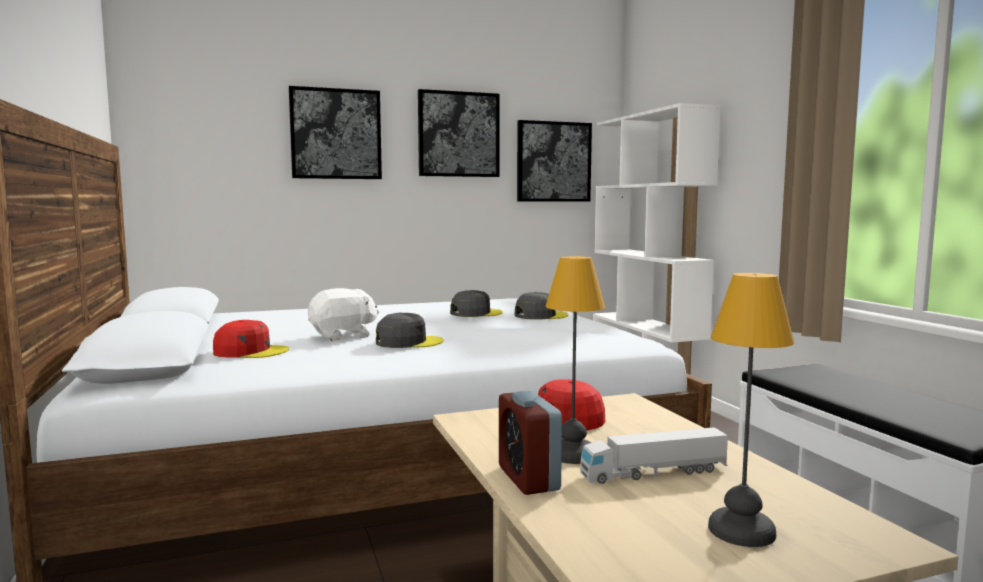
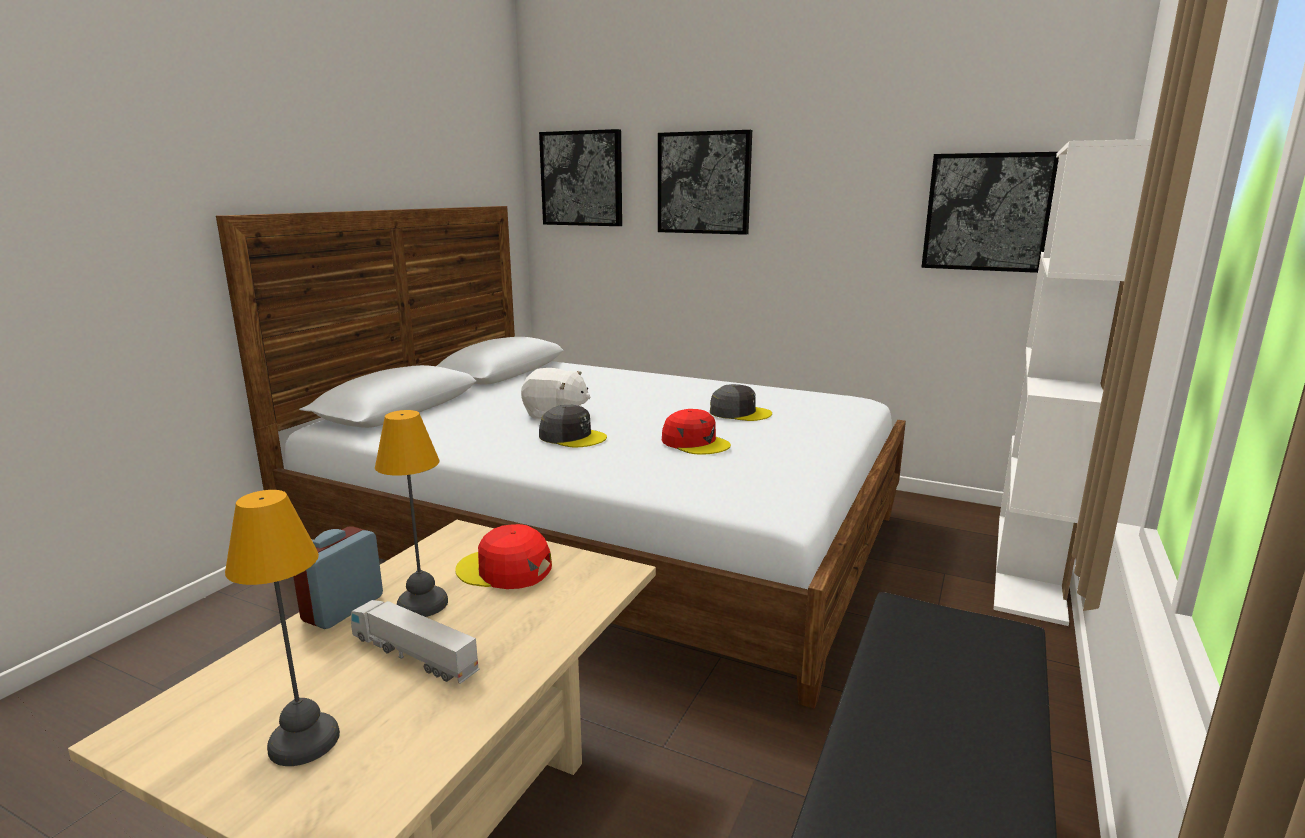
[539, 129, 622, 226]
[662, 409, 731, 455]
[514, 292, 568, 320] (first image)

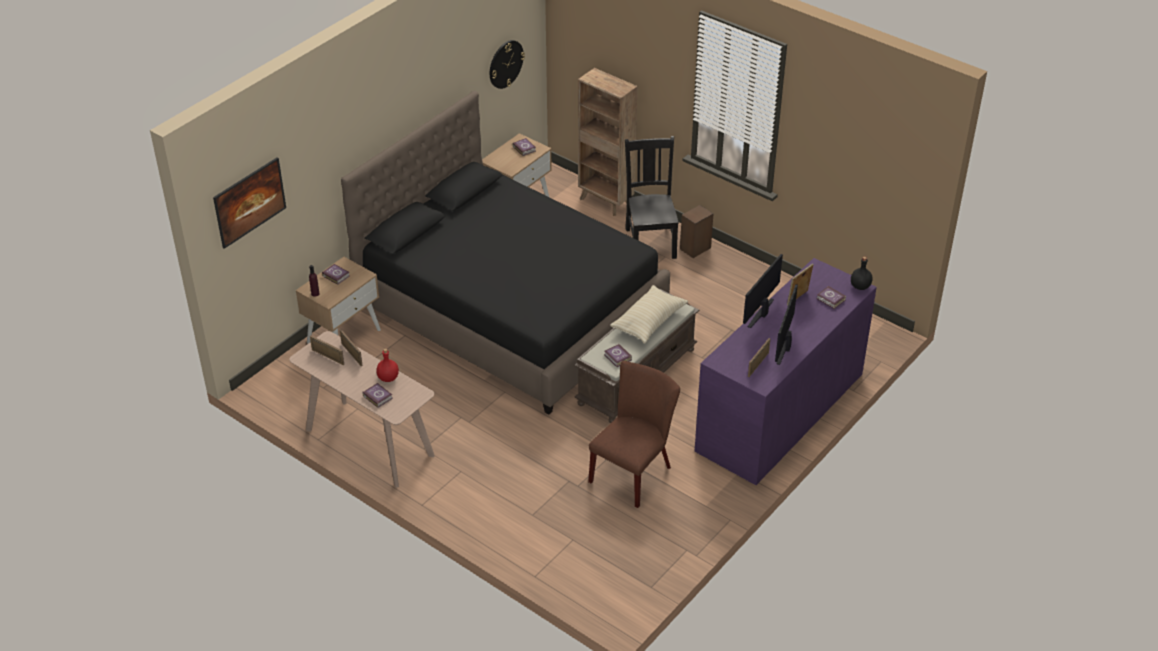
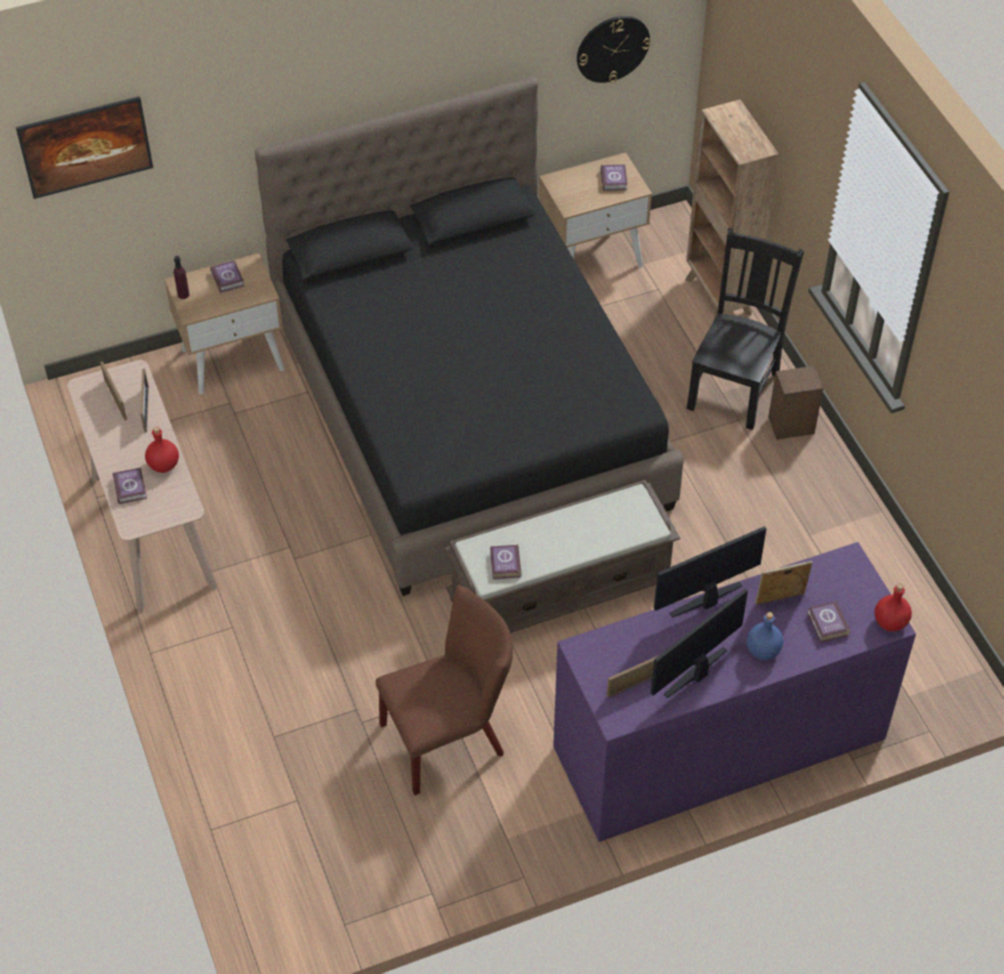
[746, 612, 784, 660]
[874, 584, 912, 631]
[610, 285, 688, 344] (first image)

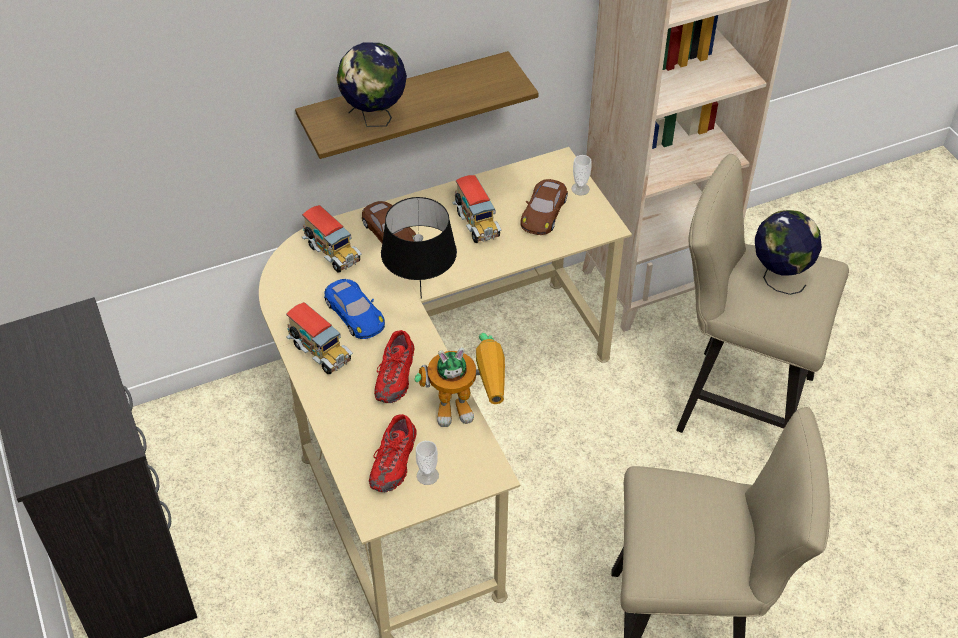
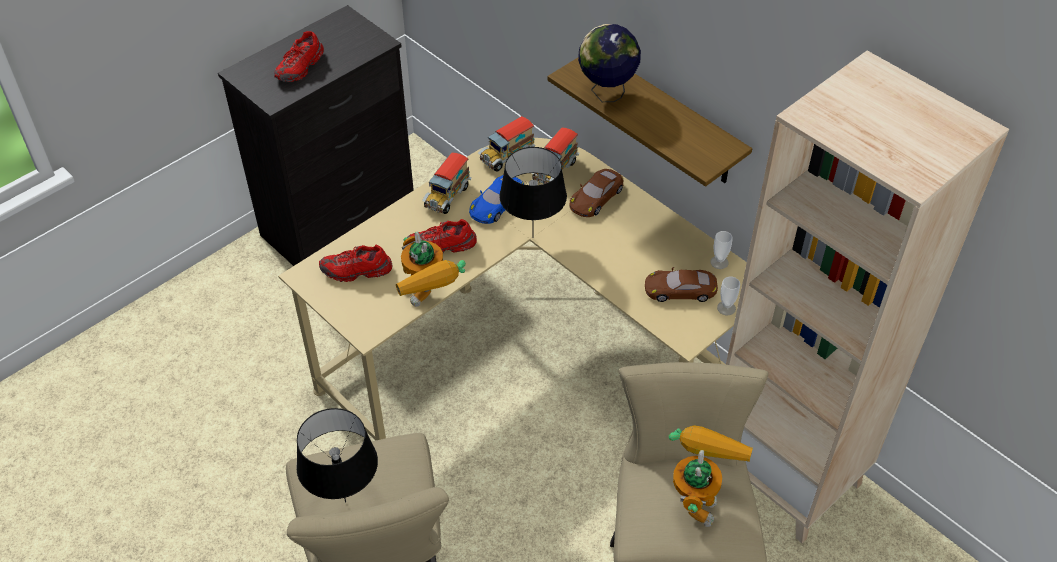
[274, 31, 324, 82]
[296, 408, 378, 502]
[478, 116, 535, 172]
[669, 425, 753, 527]
[711, 231, 733, 269]

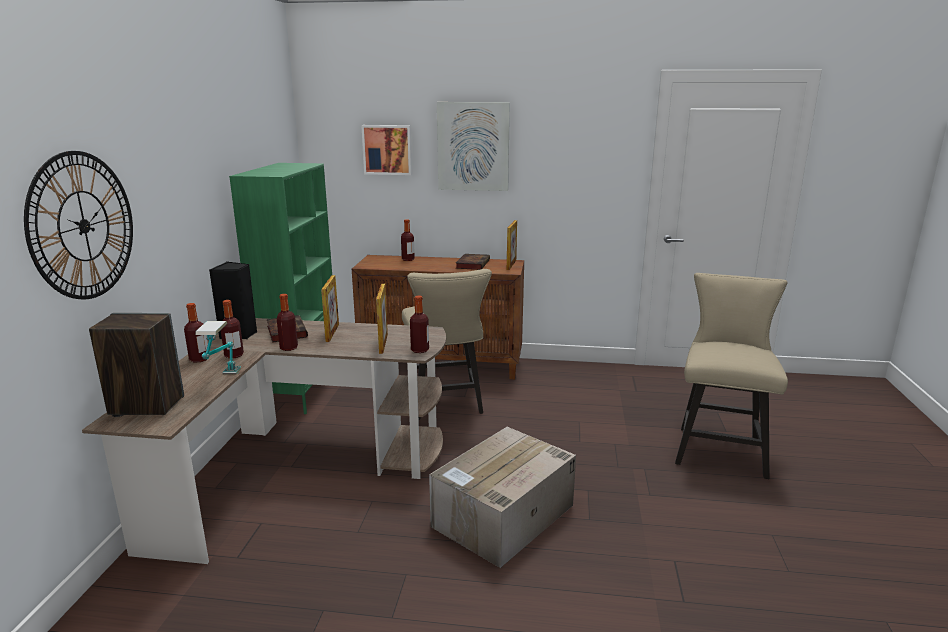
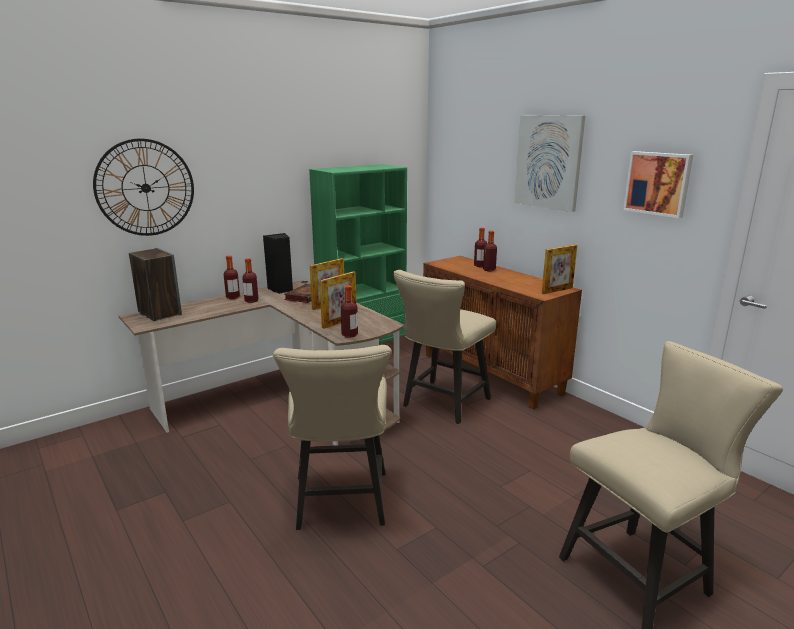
[273, 345, 392, 530]
[483, 231, 497, 271]
[623, 151, 693, 218]
[195, 321, 241, 374] (first image)
[456, 254, 490, 270] (first image)

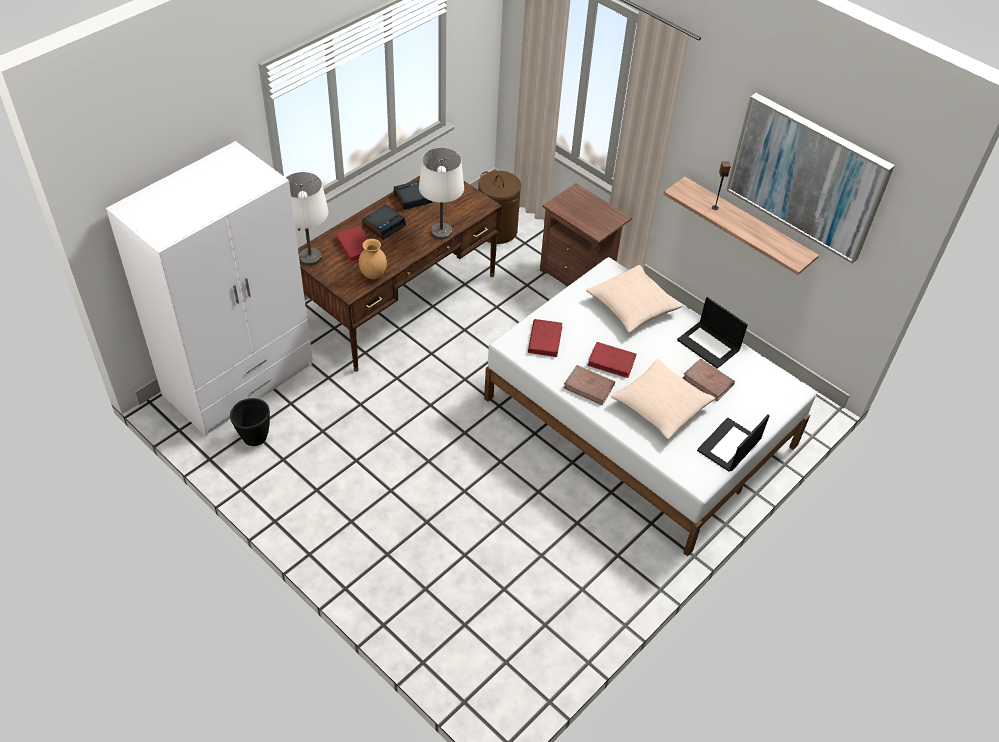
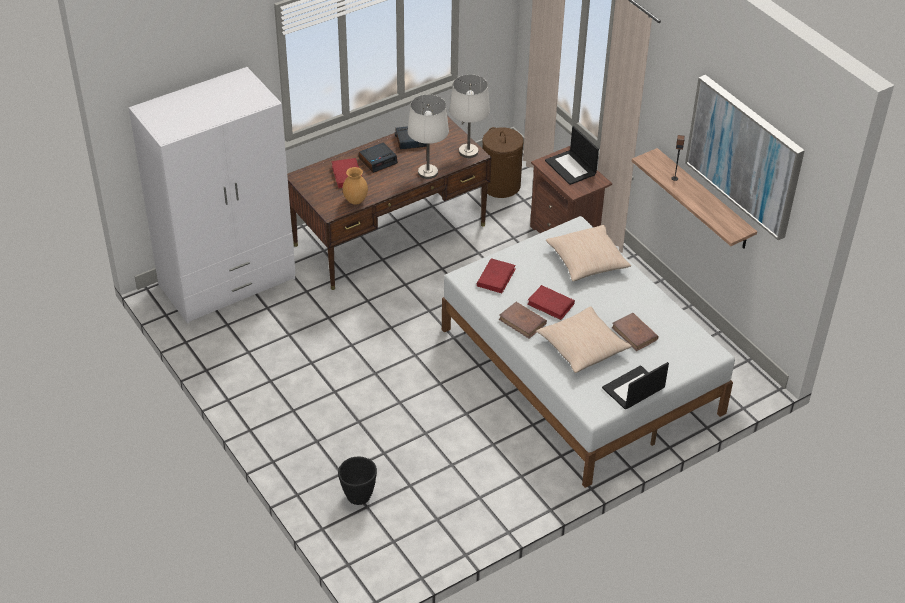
[338, 457, 377, 505]
[449, 74, 490, 158]
[545, 126, 599, 185]

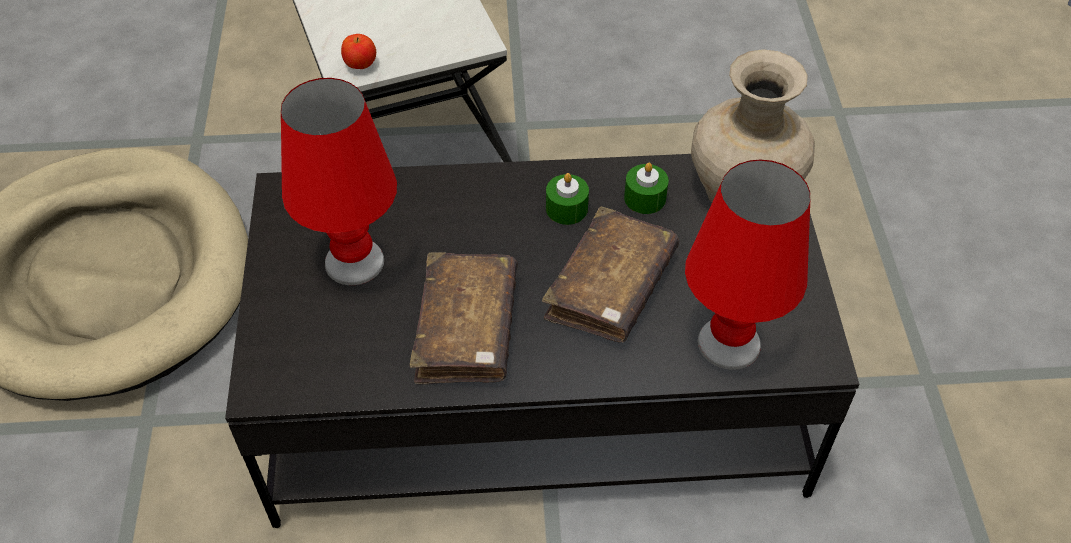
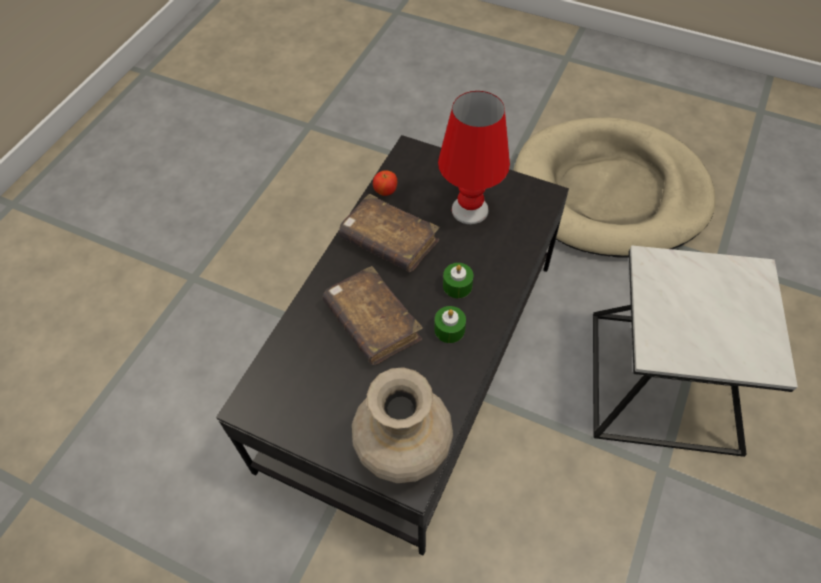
[373, 170, 397, 196]
[443, 263, 473, 298]
[685, 160, 810, 370] (first image)

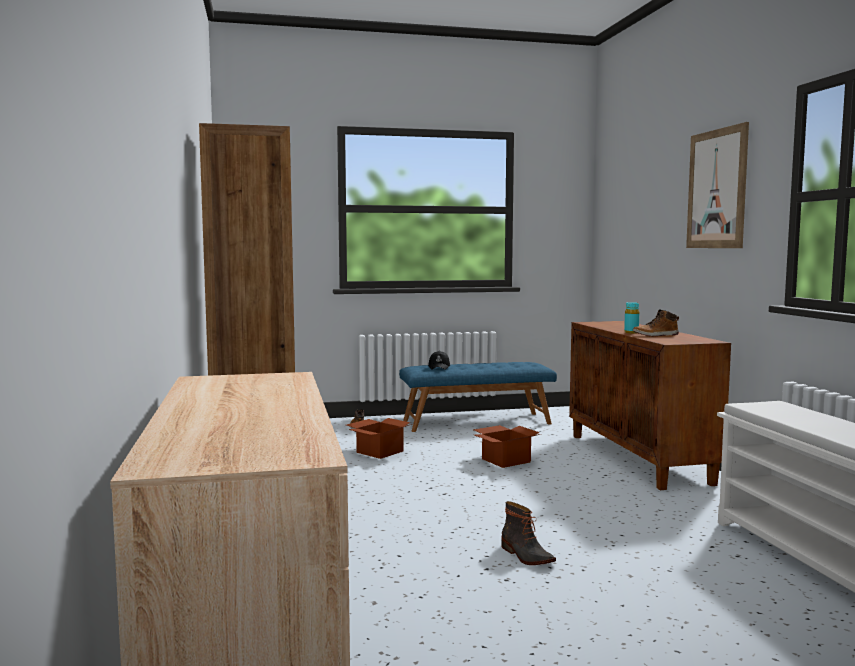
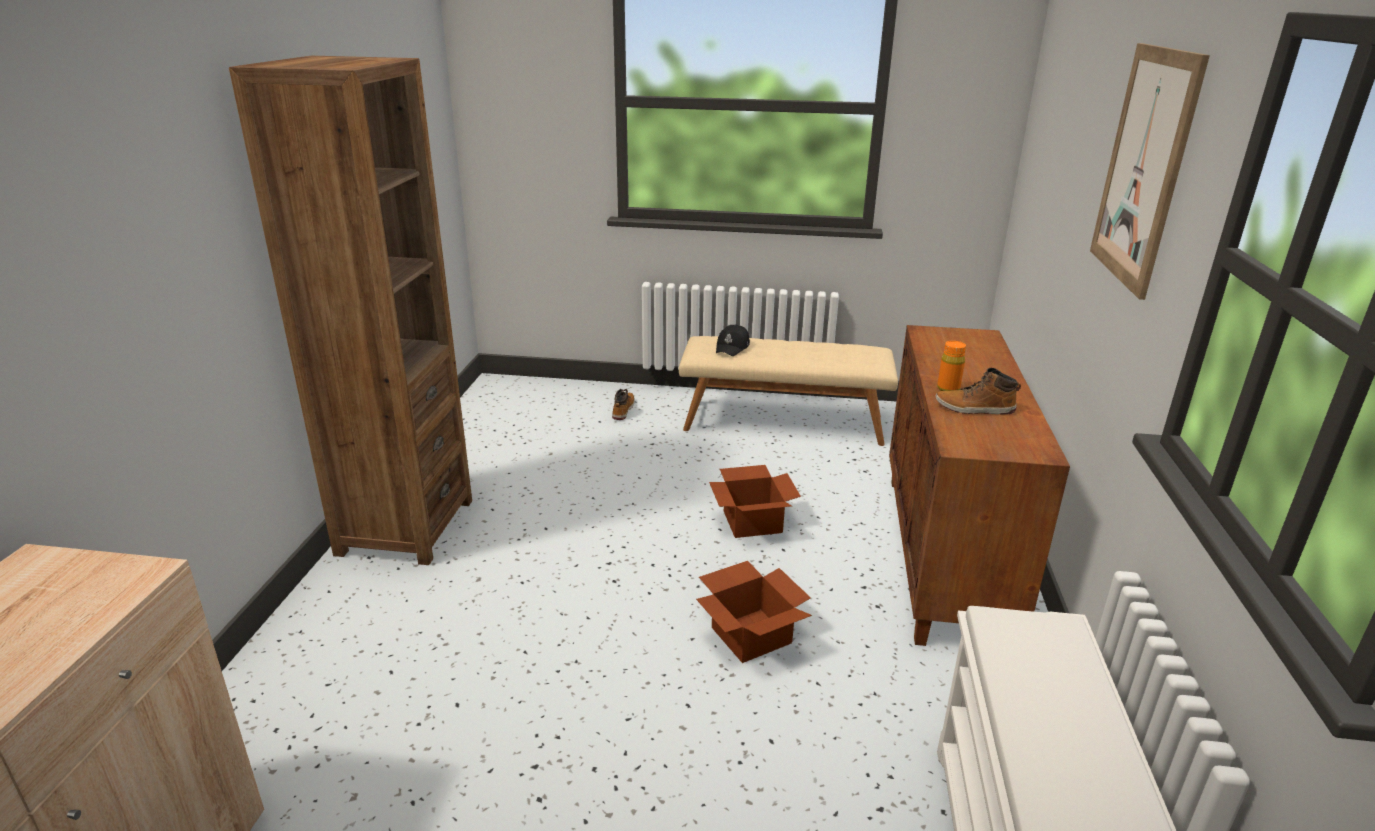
[679, 336, 898, 446]
[696, 561, 812, 663]
[937, 341, 966, 391]
[501, 501, 556, 565] (first image)

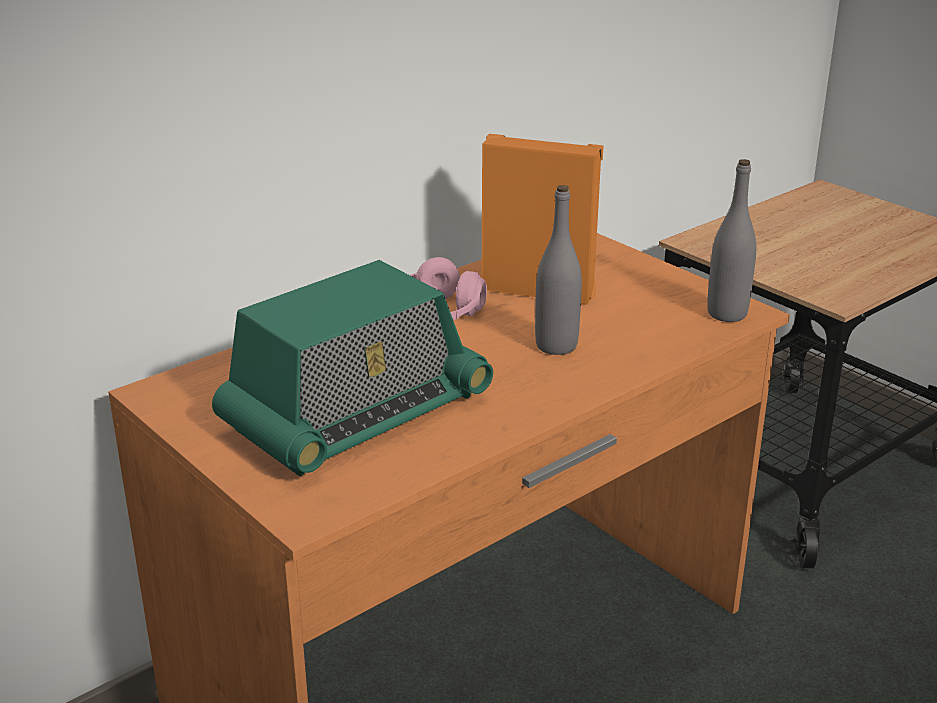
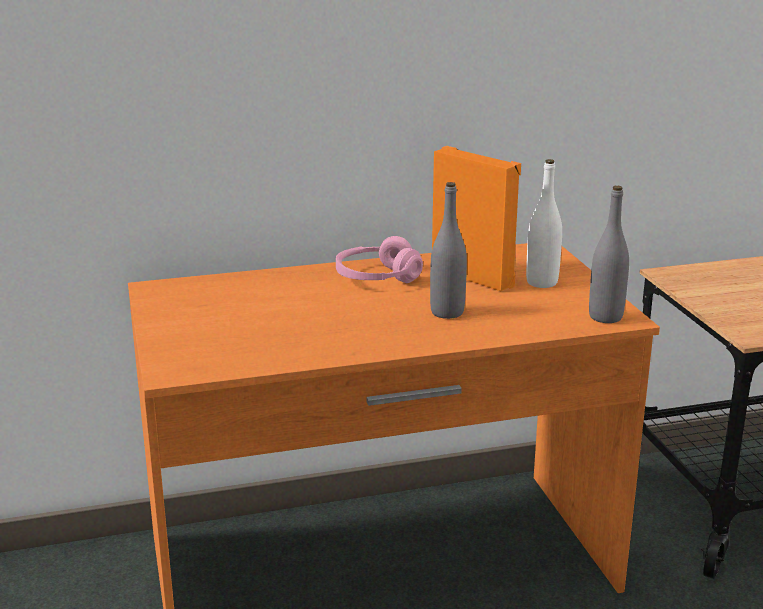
[526, 159, 562, 288]
[212, 260, 493, 476] (first image)

